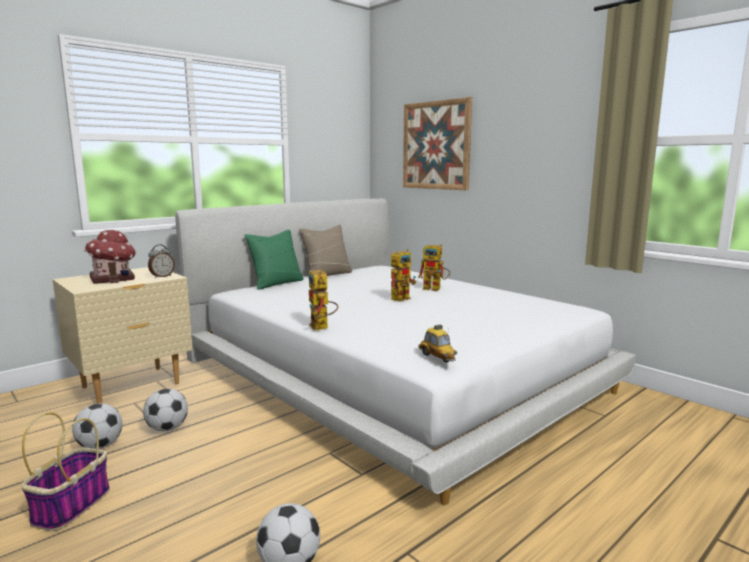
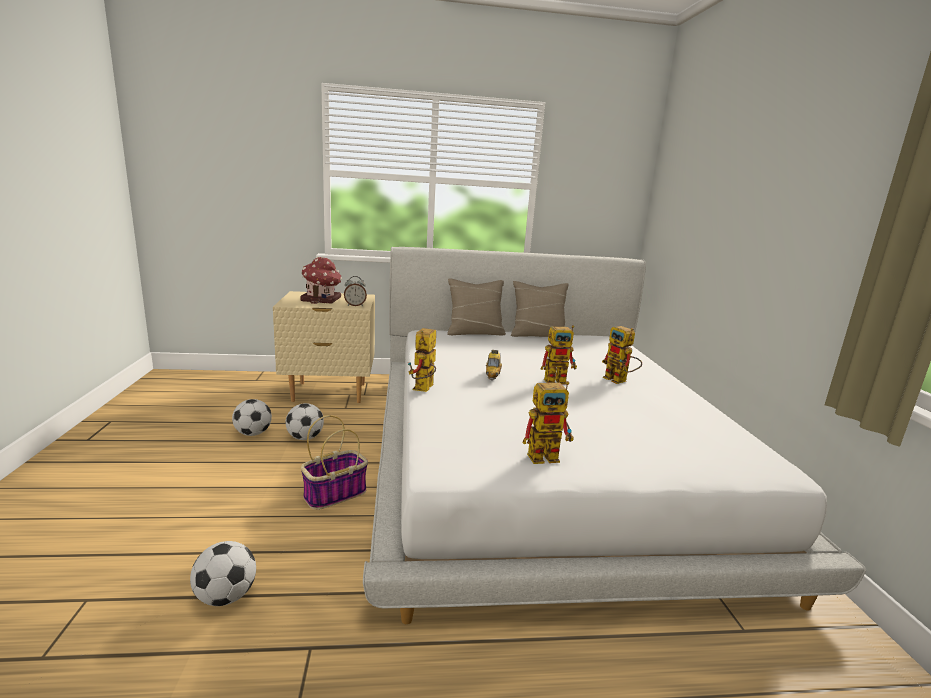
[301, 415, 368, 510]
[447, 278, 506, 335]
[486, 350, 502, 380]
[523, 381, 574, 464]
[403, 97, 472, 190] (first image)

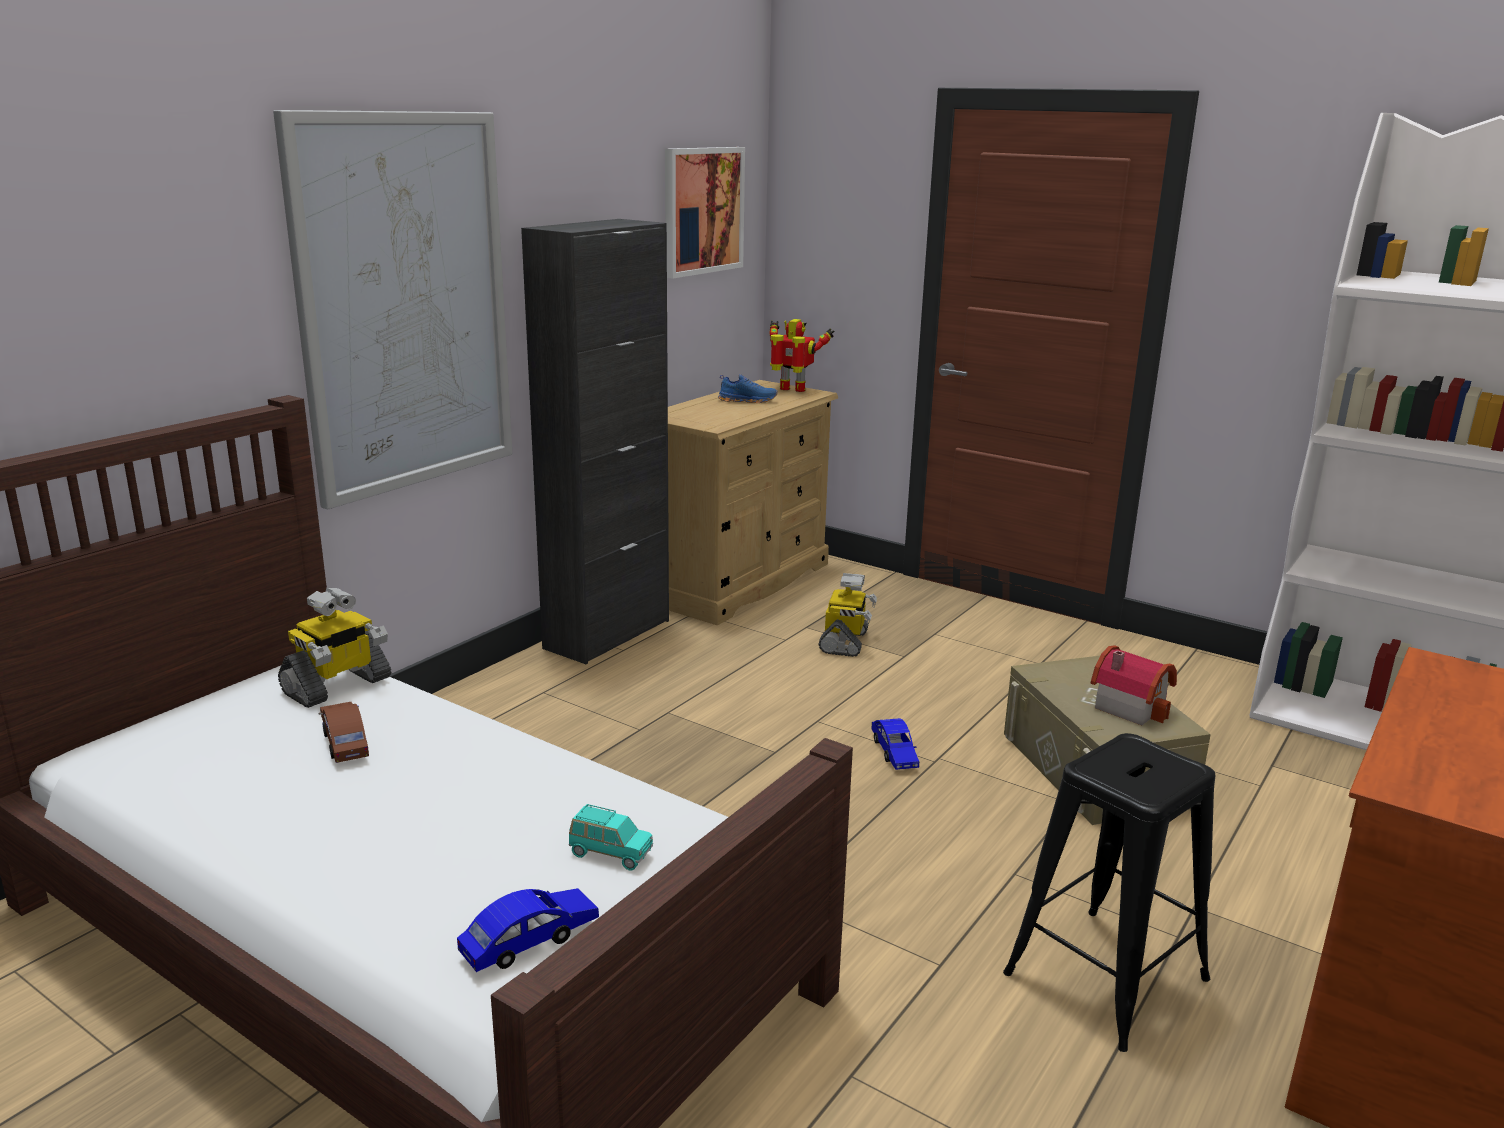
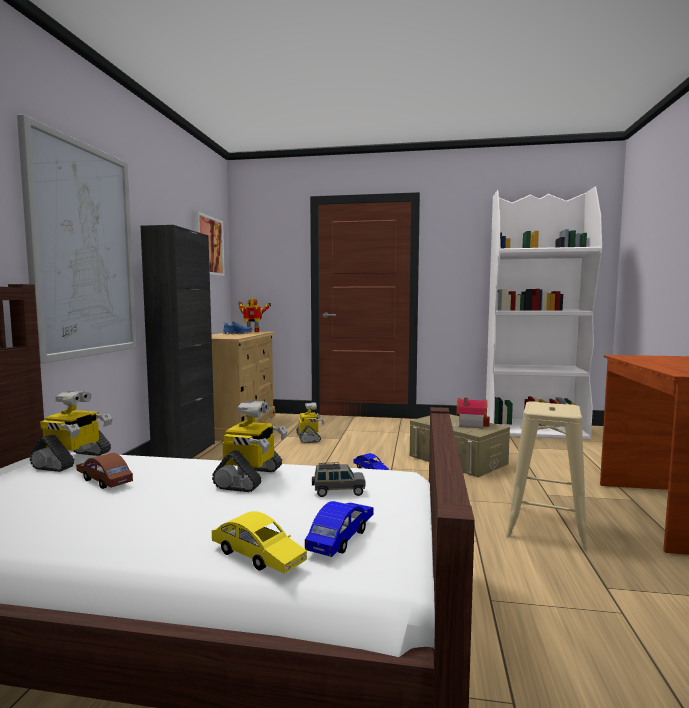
[212, 401, 288, 492]
[212, 511, 307, 574]
[312, 462, 366, 497]
[506, 402, 588, 552]

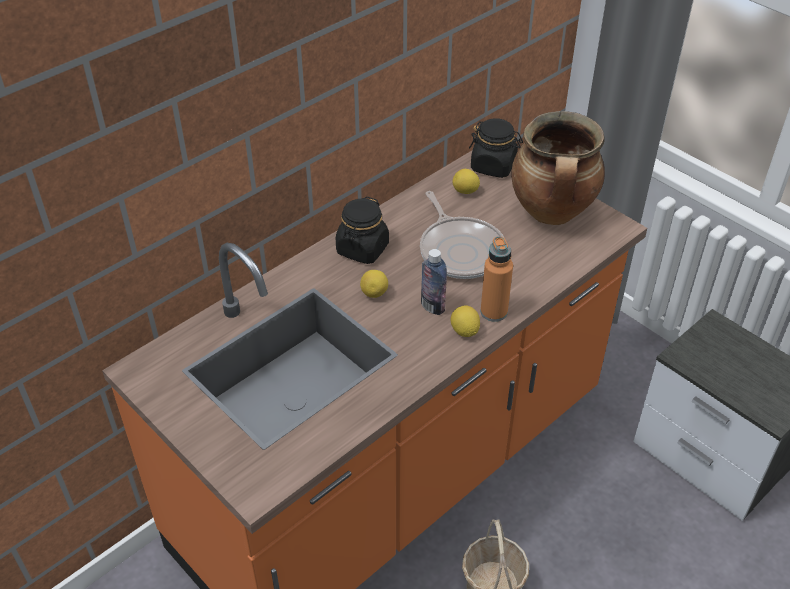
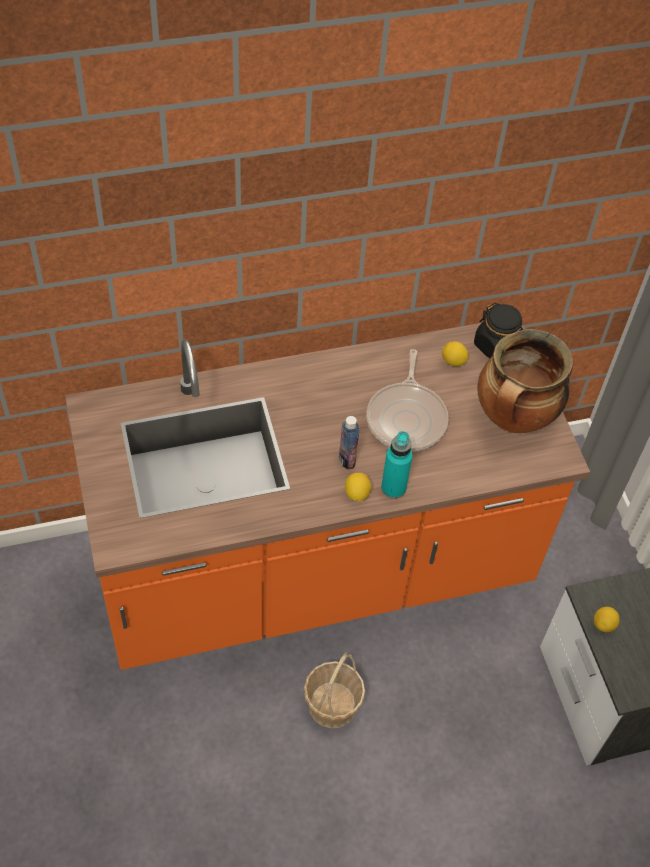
[381, 431, 413, 499]
[594, 606, 620, 632]
[336, 196, 389, 264] (first image)

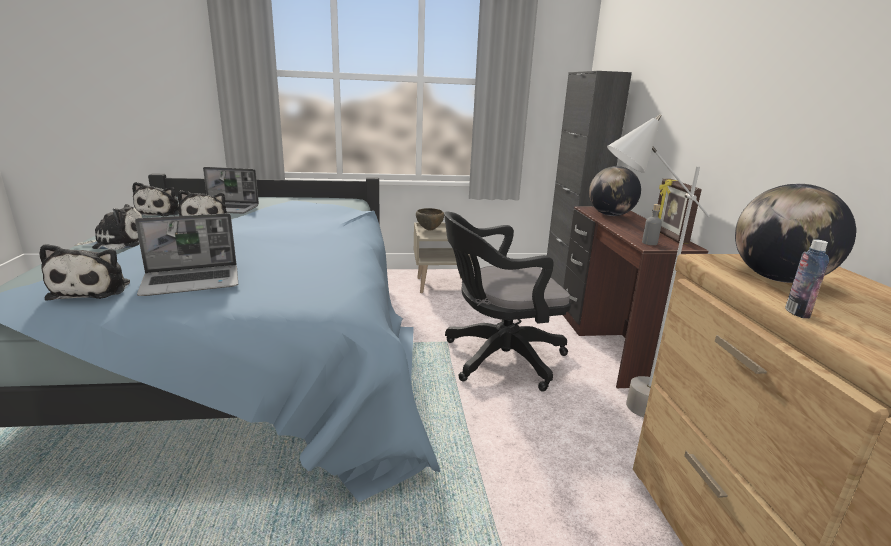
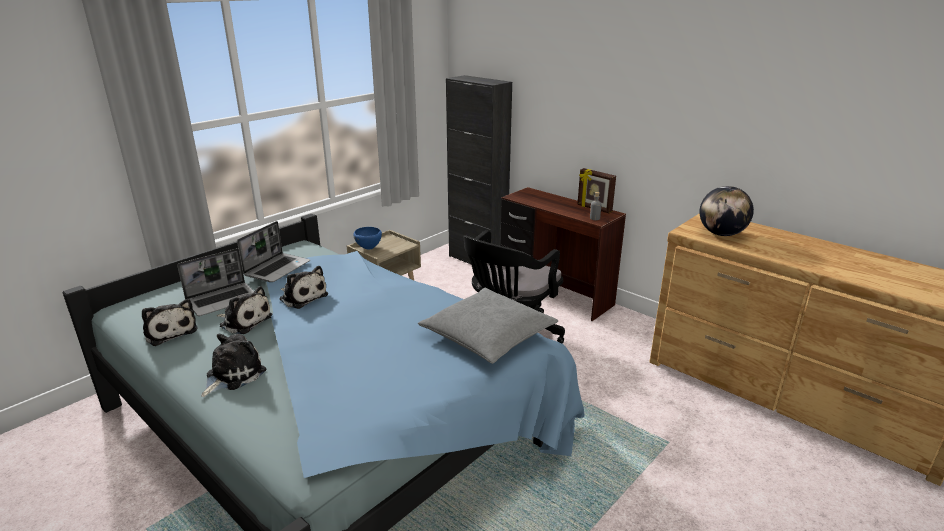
[237, 221, 310, 282]
[279, 266, 328, 309]
[353, 227, 382, 250]
[418, 288, 558, 364]
[589, 166, 641, 216] (first image)
[607, 114, 710, 417] (first image)
[785, 239, 829, 318] (first image)

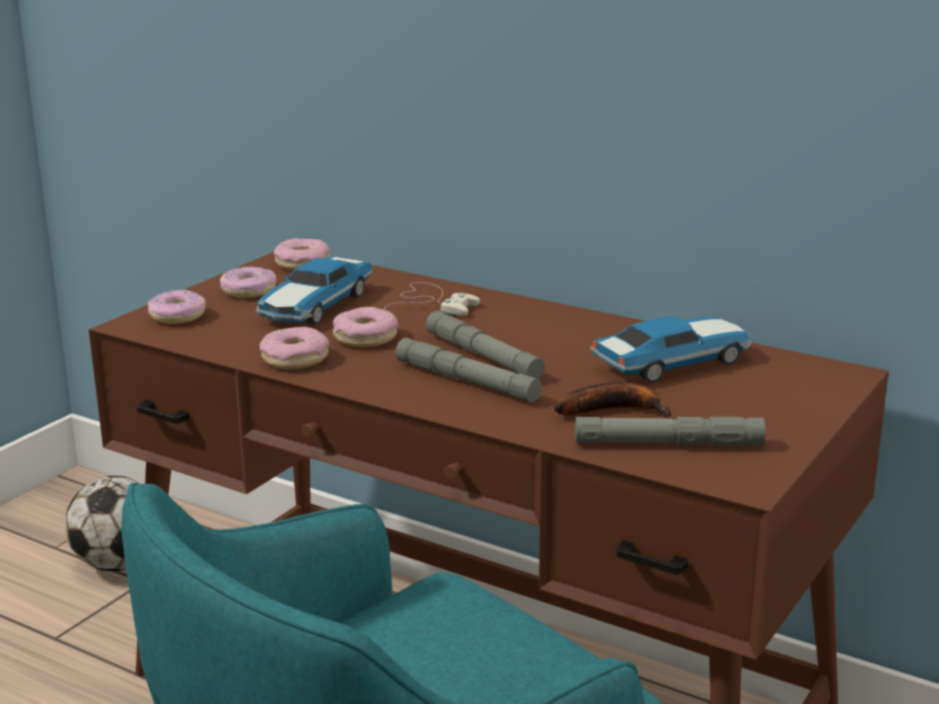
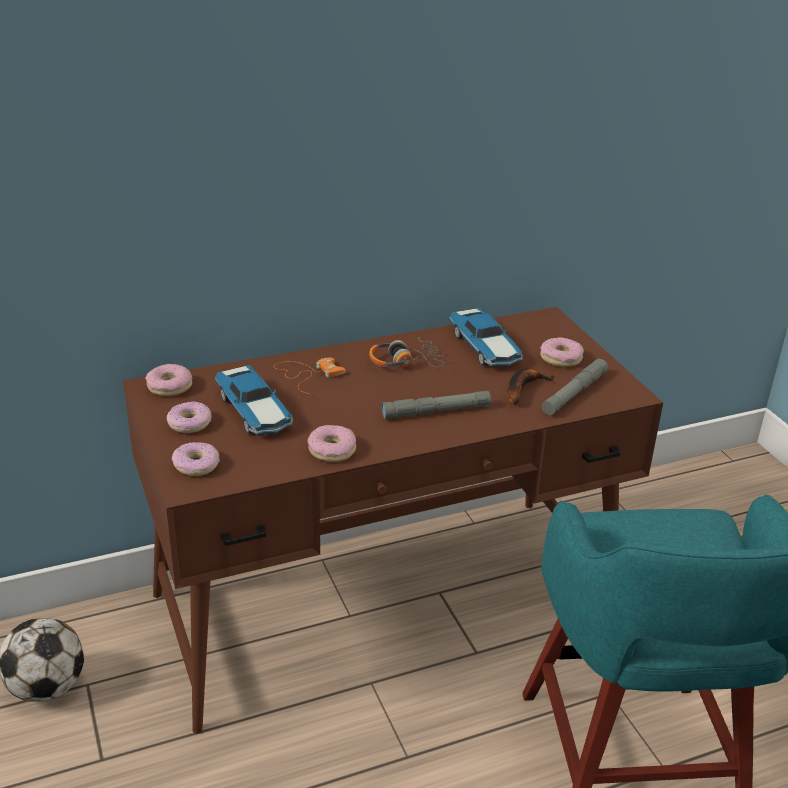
[274, 357, 346, 394]
[369, 337, 445, 368]
[449, 308, 523, 367]
[540, 337, 584, 367]
[426, 311, 545, 379] (first image)

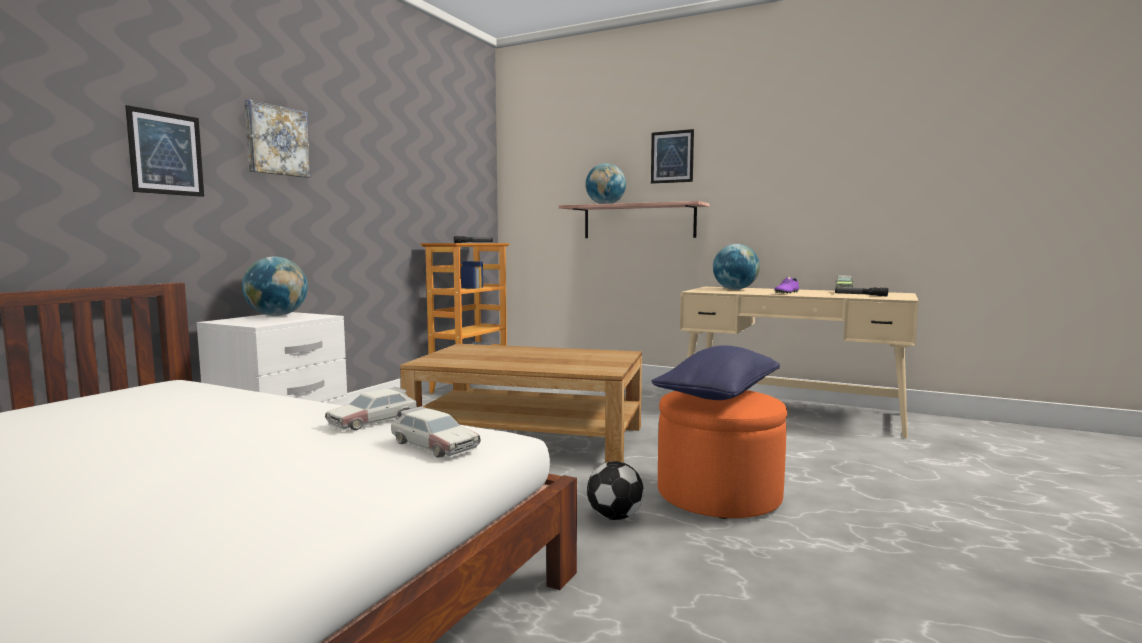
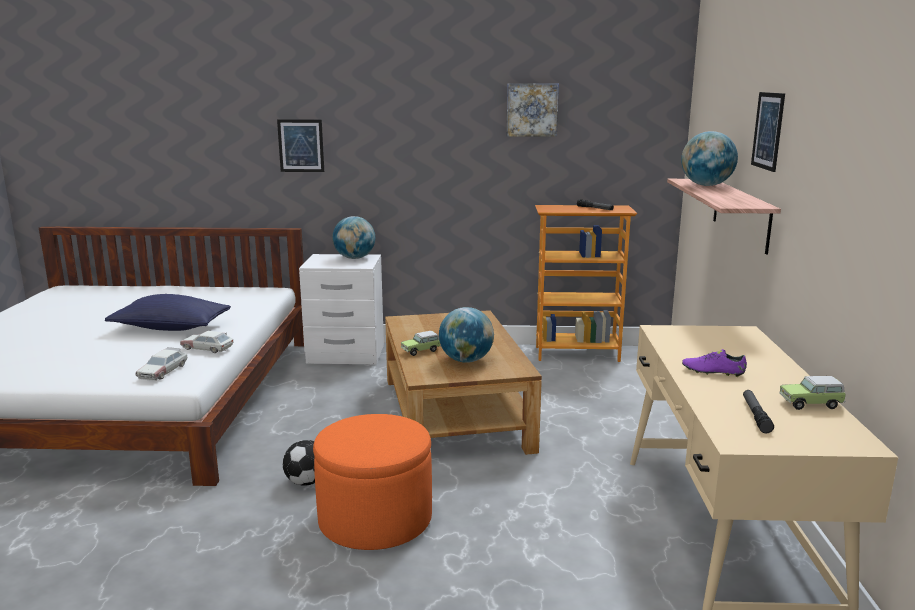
[105, 294, 231, 331]
[401, 331, 441, 356]
[439, 307, 494, 363]
[506, 83, 559, 137]

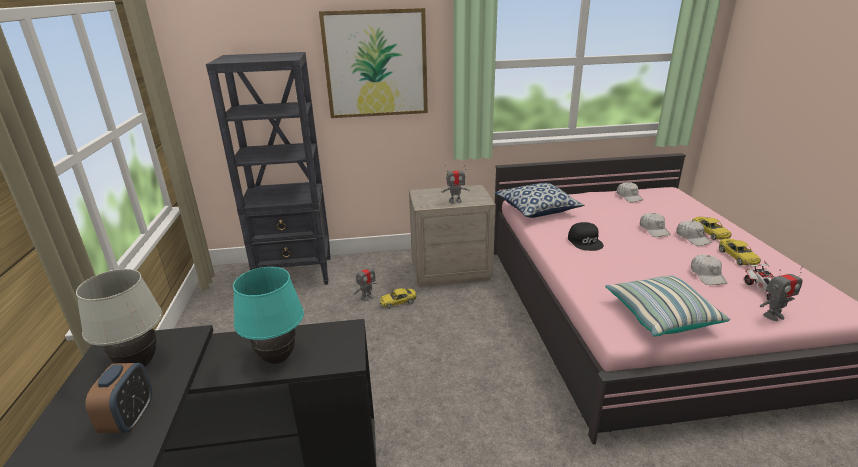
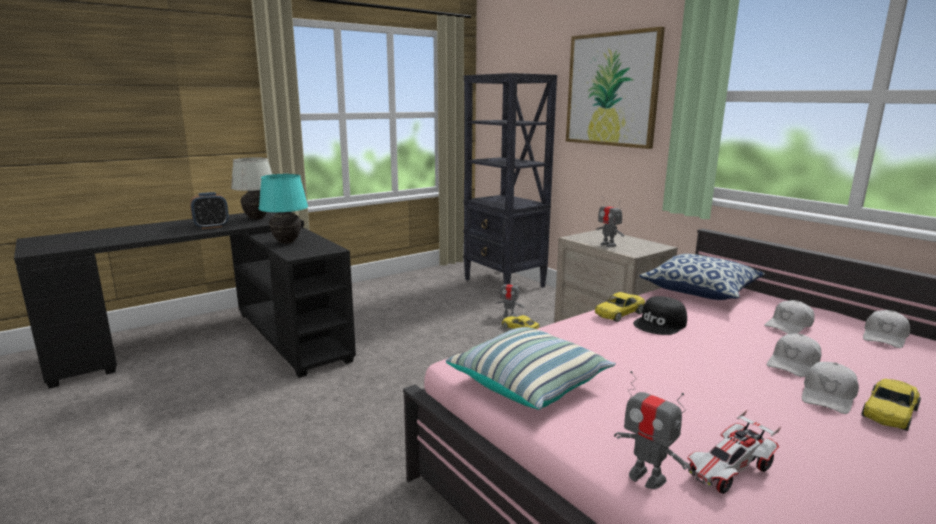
[595, 292, 646, 322]
[764, 300, 815, 334]

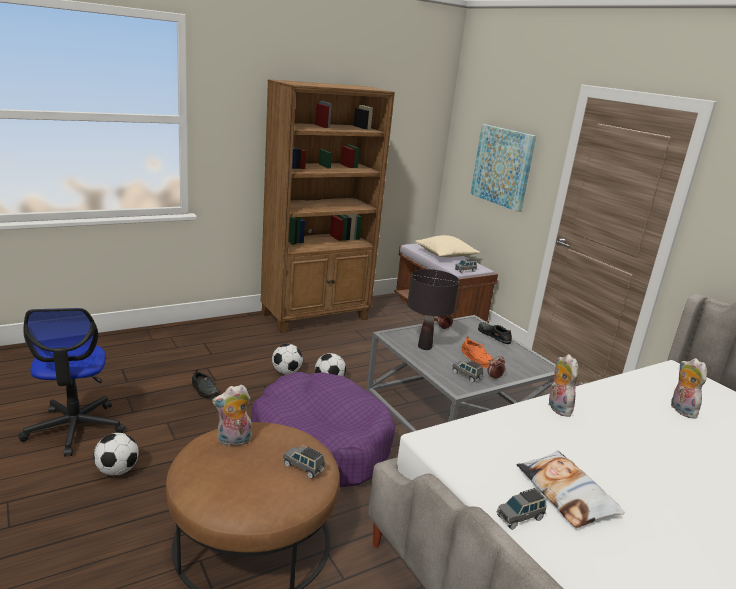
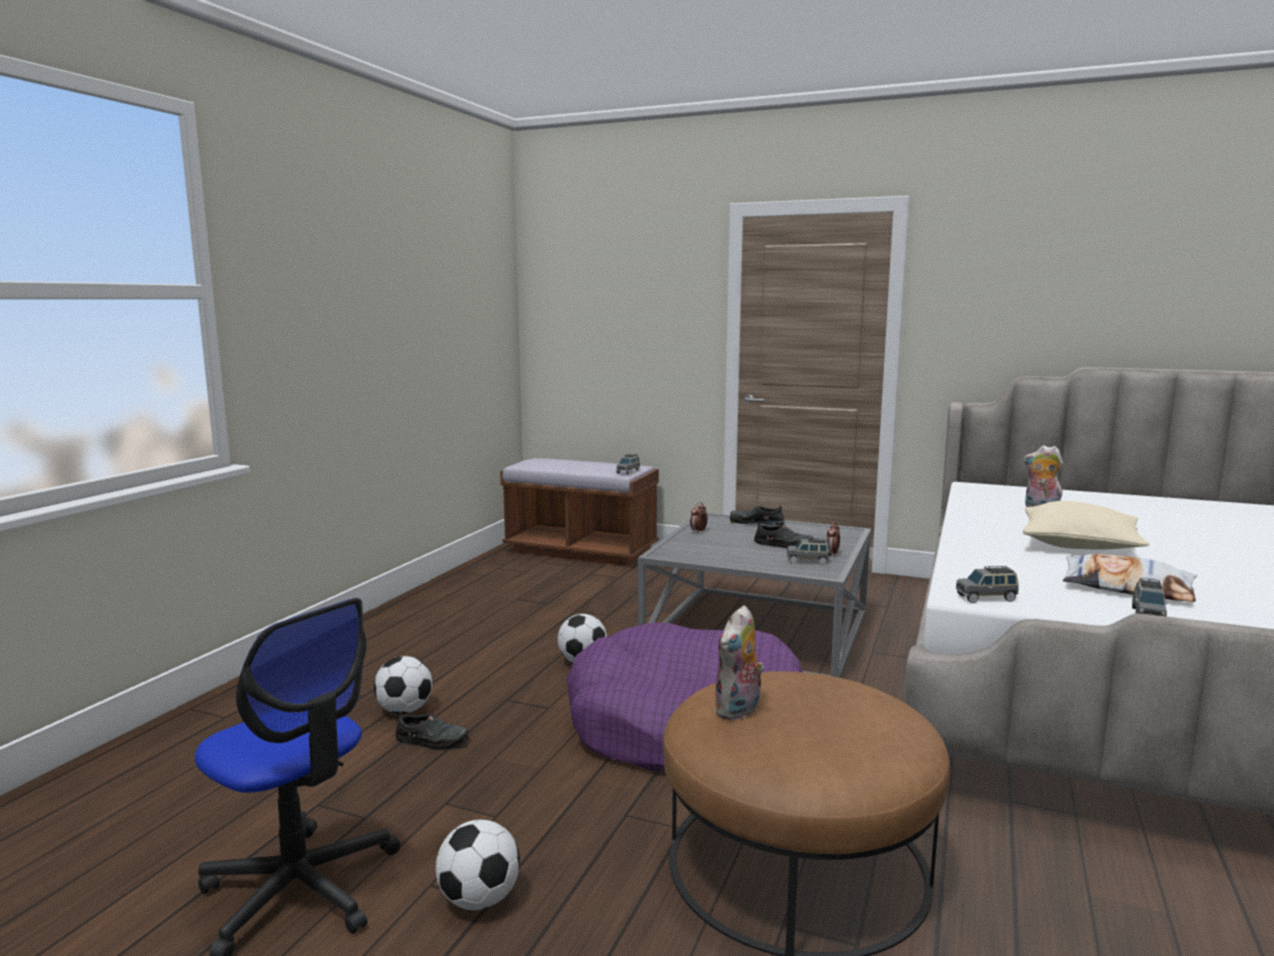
[374, 656, 432, 714]
[754, 522, 813, 548]
[956, 566, 1019, 603]
[1023, 501, 1149, 550]
[261, 79, 395, 333] (first image)
[407, 269, 459, 350] (first image)
[471, 124, 536, 212] (first image)
[548, 354, 579, 417] (first image)

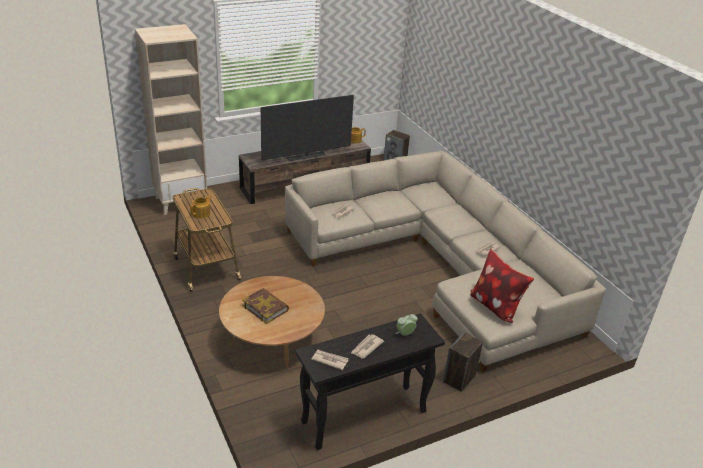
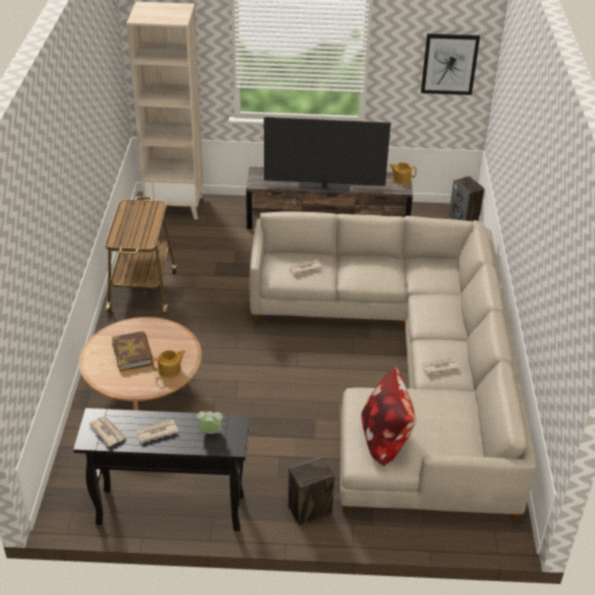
[152, 350, 186, 378]
[421, 34, 480, 95]

